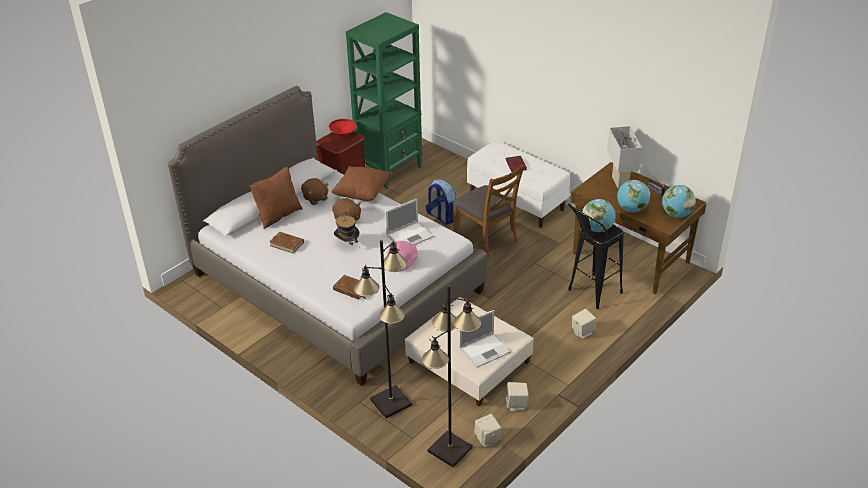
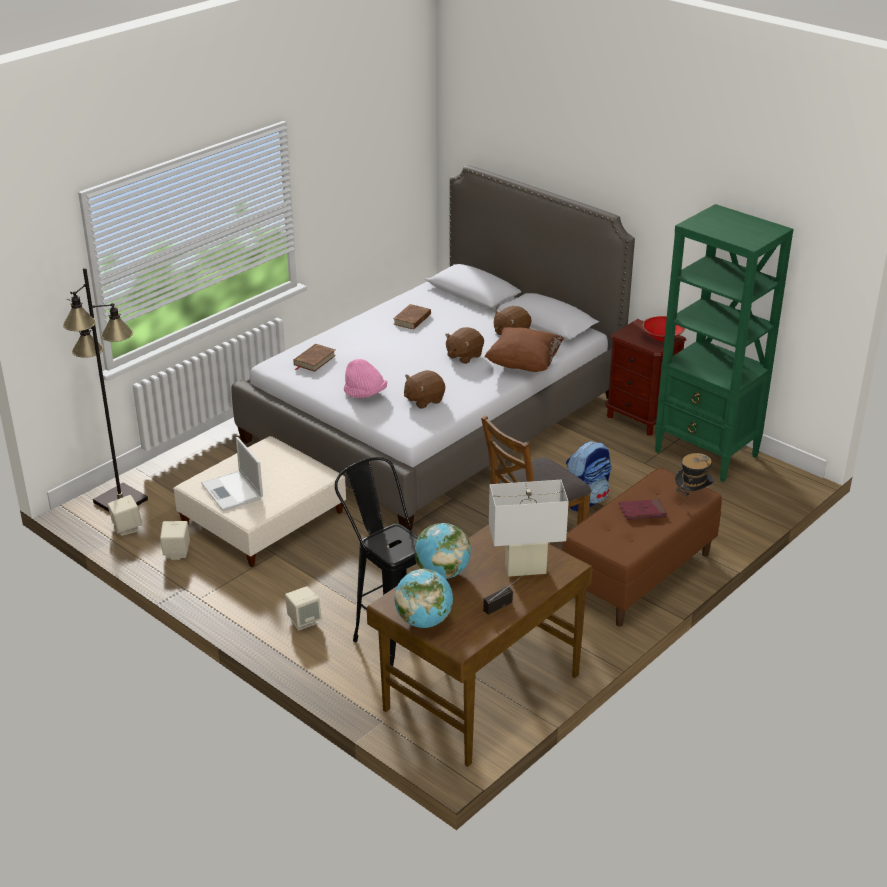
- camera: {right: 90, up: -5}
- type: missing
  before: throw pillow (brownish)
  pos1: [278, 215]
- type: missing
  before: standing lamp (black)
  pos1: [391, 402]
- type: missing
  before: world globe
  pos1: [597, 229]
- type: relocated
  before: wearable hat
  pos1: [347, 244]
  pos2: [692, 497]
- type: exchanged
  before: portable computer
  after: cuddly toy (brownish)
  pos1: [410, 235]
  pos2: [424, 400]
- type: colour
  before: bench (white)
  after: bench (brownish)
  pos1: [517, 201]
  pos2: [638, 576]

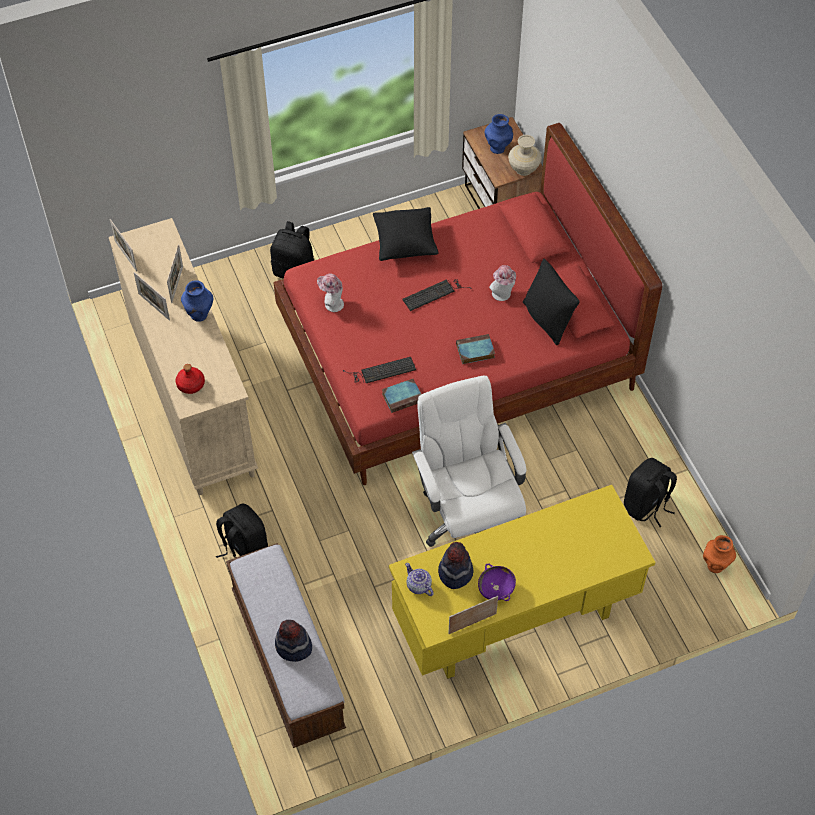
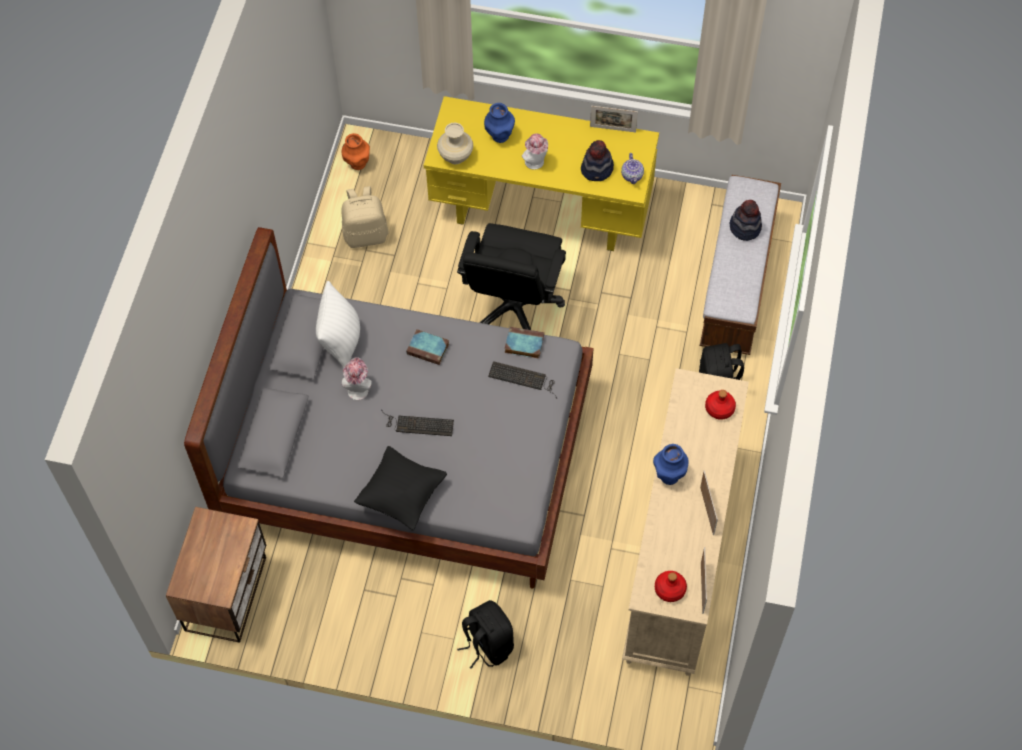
- camera: {right: -145, up: 5}
- type: missing
  before: photo frame
  pos1: [177, 284]
- type: missing
  before: bowl (purplish)
  pos1: [496, 589]
- type: appeared
  after: beverage bottle (red)
  pos2: [670, 589]
- type: relocated
  before: wearable hat
  pos1: [331, 303]
  pos2: [536, 163]
- type: relocated
  before: flower vase (blue-coloured)
  pos1: [498, 148]
  pos2: [499, 136]
- type: relocated
  before: flower vase (sand-coloured)
  pos1: [523, 169]
  pos2: [456, 157]
- type: colour
  before: sleeping bed (red)
  after: sleeping bed (greyish)
  pos1: [456, 357]
  pos2: [407, 453]
- type: colour
  before: office chair (white)
  after: office chair (black)
  pos1: [467, 516]
  pos2: [514, 308]
- type: colour
  before: throw pillow (black)
  after: throw pillow (white)
  pos1: [547, 320]
  pos2: [341, 341]
- type: colour
  before: knapsack (black)
  after: knapsack (sand-coloured)
  pos1: [646, 505]
  pos2: [366, 234]

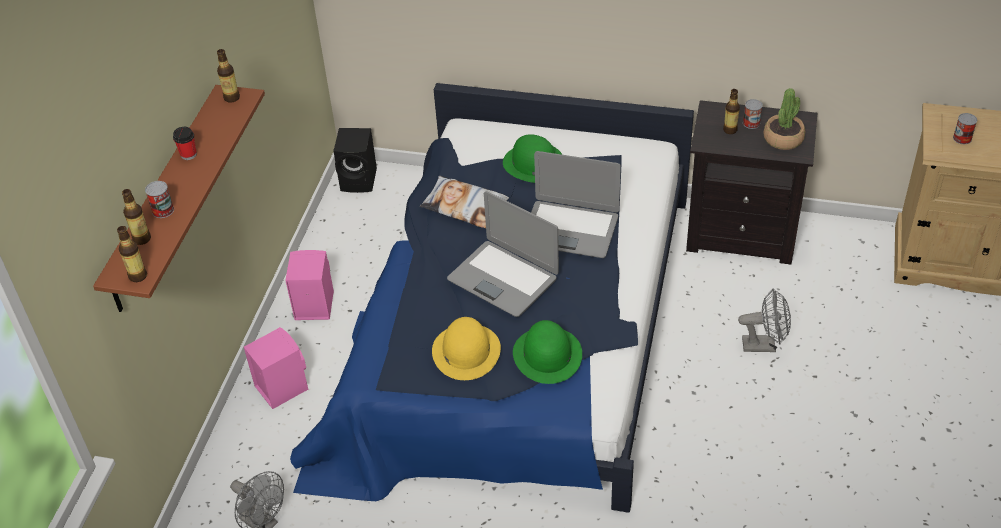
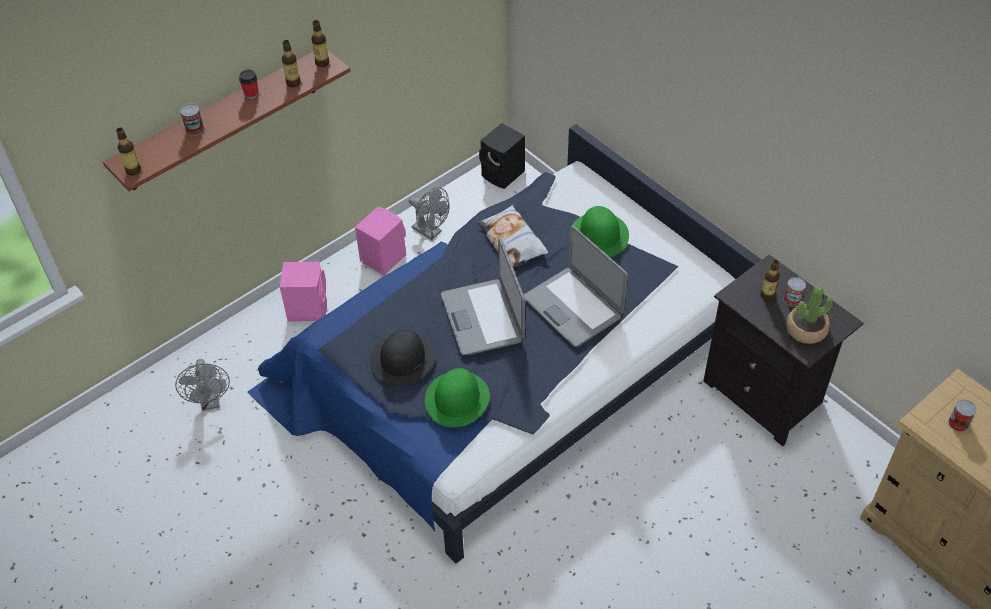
- camera: {right: 35, up: 5}
- type: relocated
  before: beverage bottle
  pos1: [142, 239]
  pos2: [293, 83]
- type: relocated
  before: cooling fan (greyish)
  pos1: [764, 345]
  pos2: [430, 232]
- type: colour
  before: wearable hat (yellow)
  after: wearable hat (black)
  pos1: [466, 351]
  pos2: [403, 359]

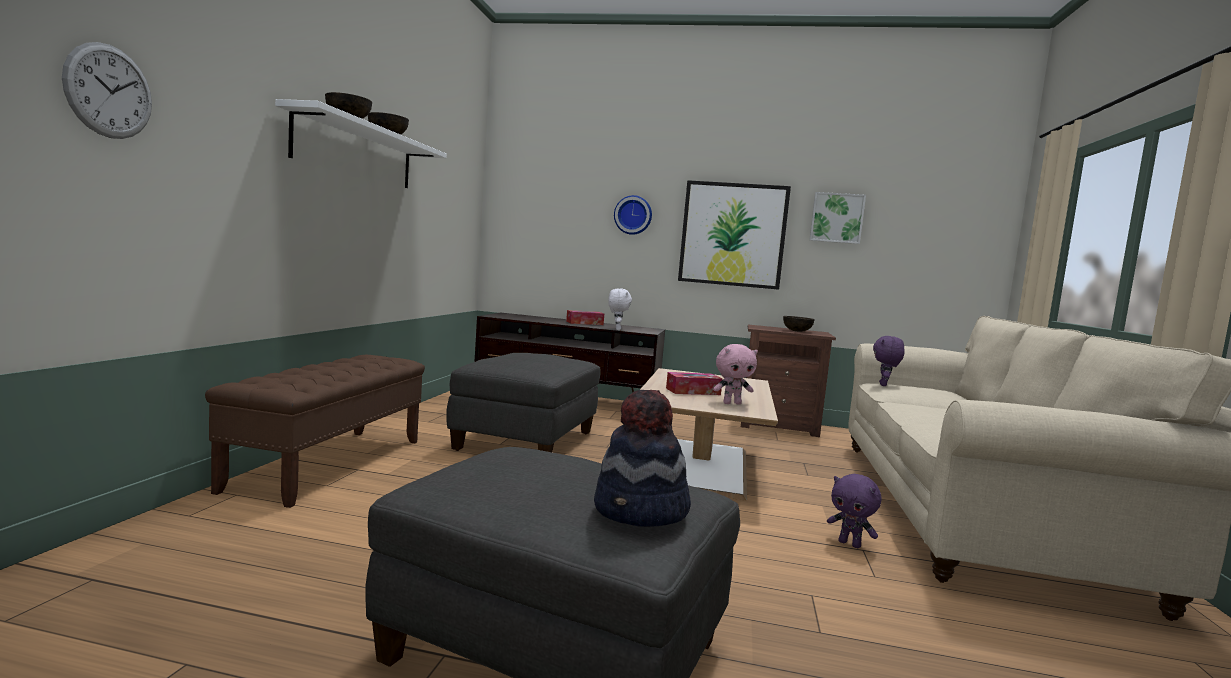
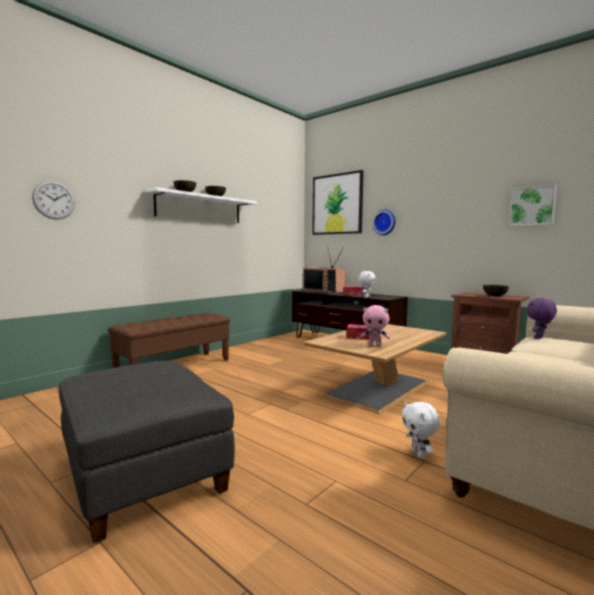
- camera: {right: 30, up: 0}
- type: missing
  before: footrest (greyish)
  pos1: [526, 441]
- type: missing
  before: wearable hat
  pos1: [641, 511]
- type: appeared
  after: TV
  pos2: [324, 290]
- type: relocated
  before: wall art
  pos1: [733, 234]
  pos2: [337, 204]
- type: colour
  before: cuddly toy (purplish)
  after: cuddly toy (white)
  pos1: [850, 544]
  pos2: [419, 455]

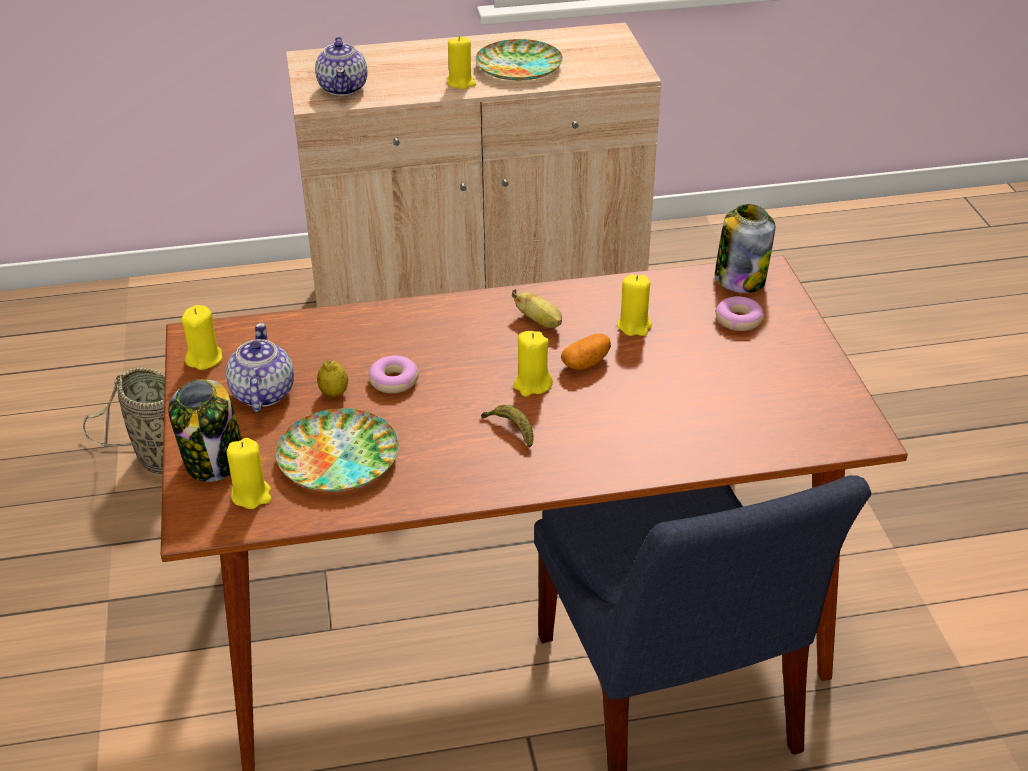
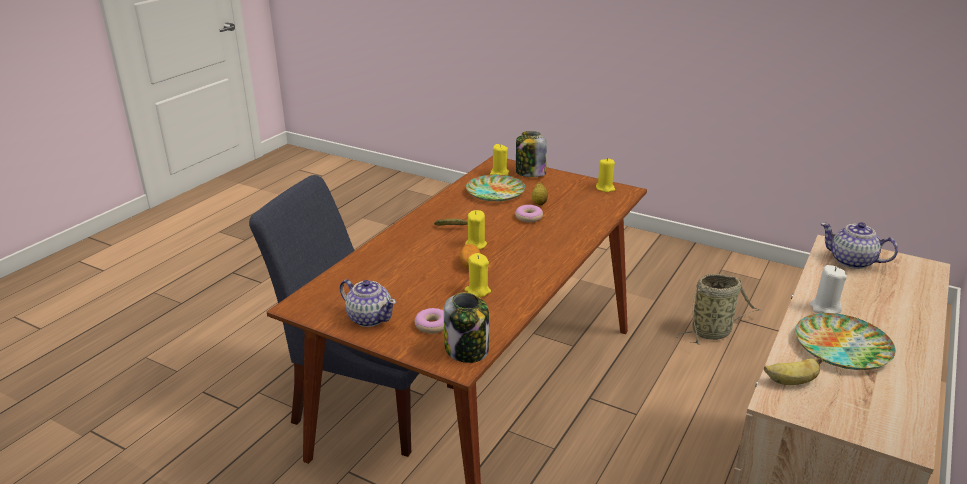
- camera: {right: 130, up: -10}
- type: relocated
  before: teapot
  pos1: [262, 394]
  pos2: [369, 318]
- type: relocated
  before: banana
  pos1: [540, 322]
  pos2: [791, 382]
- type: colour
  before: candle (yellow)
  after: candle (white)
  pos1: [461, 83]
  pos2: [825, 308]

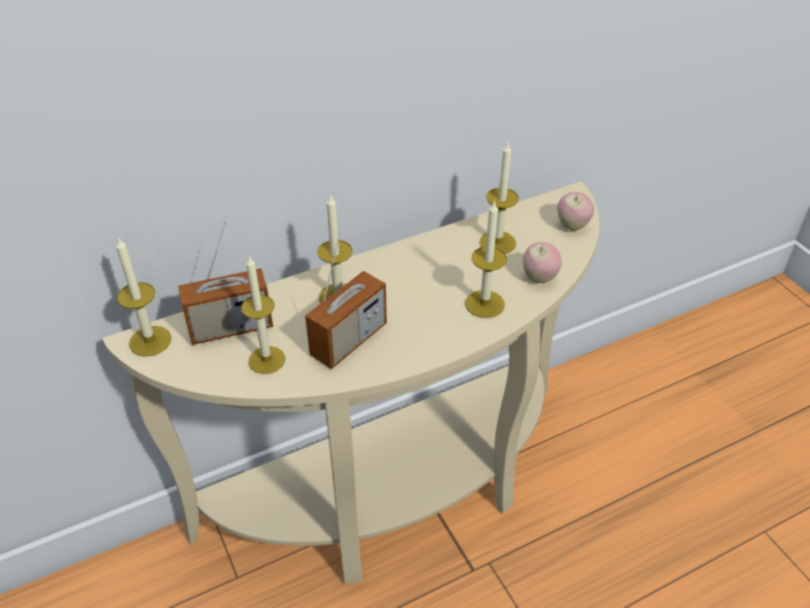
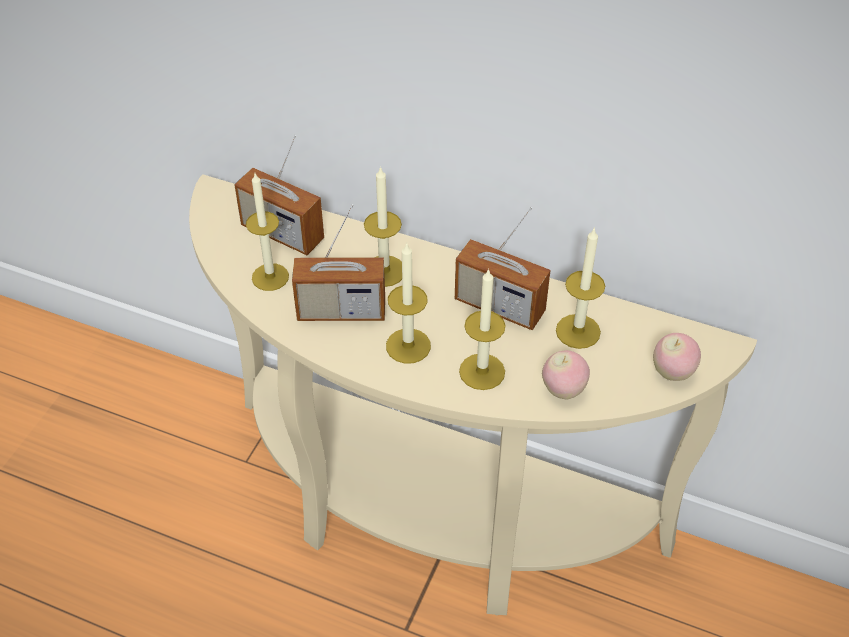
- camera: {right: 50, up: 5}
- type: appeared
  after: radio receiver
  pos2: [499, 306]
- type: relocated
  before: candle
  pos1: [150, 341]
  pos2: [408, 346]

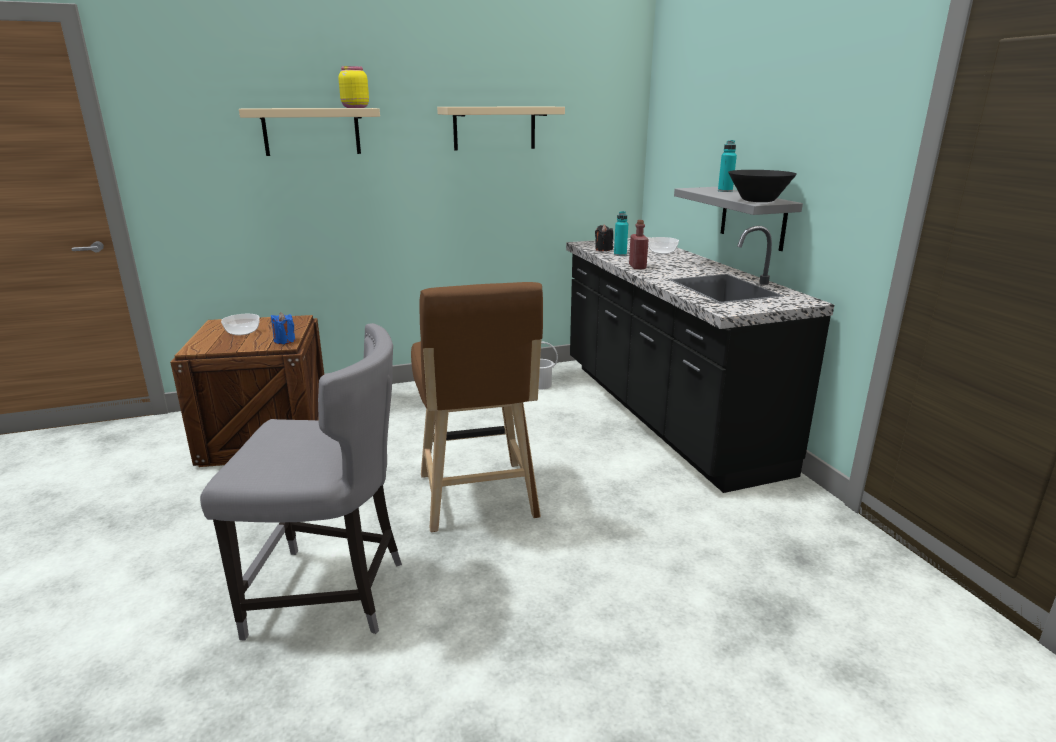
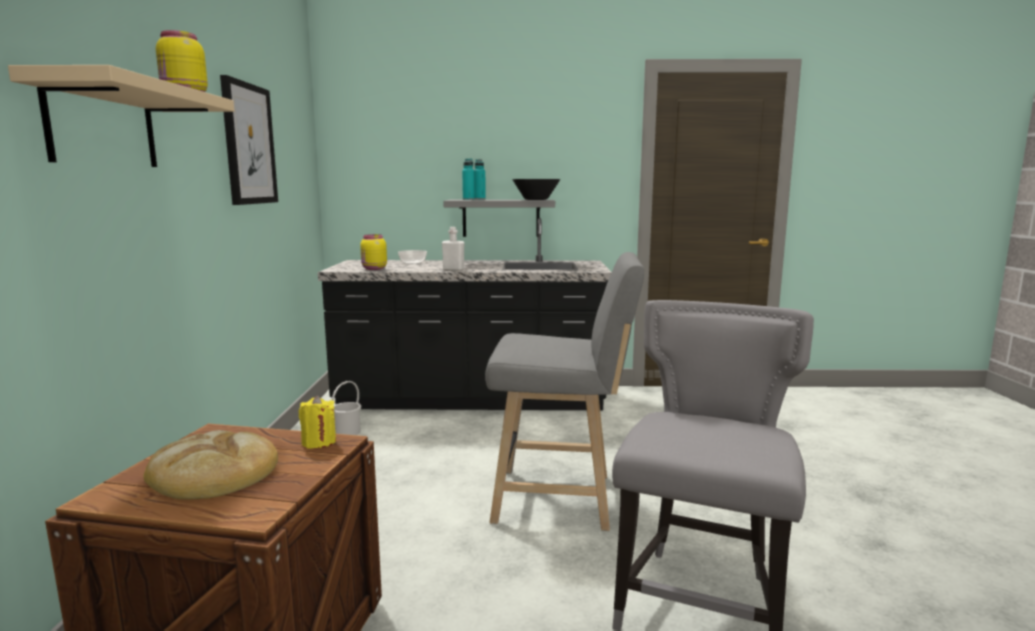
- camera: {right: -70, up: -10}
- type: relocated
  before: beverage bottle (blue-green)
  pos1: [620, 254]
  pos2: [468, 199]
- type: exchanged
  before: bowl
  after: bread
  pos1: [242, 332]
  pos2: [214, 473]
- type: exchanged
  before: shelf (sand-coloured)
  after: wall art
  pos1: [494, 128]
  pos2: [249, 144]
- type: exchanged
  before: candle (black)
  after: jar (yellow)
  pos1: [603, 249]
  pos2: [373, 269]
- type: colour
  before: candle (blue-coloured)
  after: candle (yellow)
  pos1: [284, 341]
  pos2: [319, 442]
- type: colour
  before: sitting stool (brownish)
  after: sitting stool (greyish)
  pos1: [478, 500]
  pos2: [561, 499]
- type: colour
  before: beverage bottle (red)
  after: beverage bottle (white)
  pos1: [637, 267]
  pos2: [453, 269]

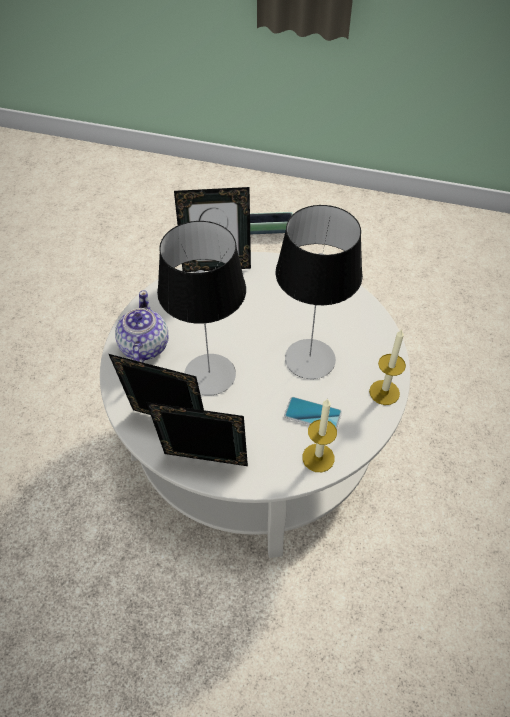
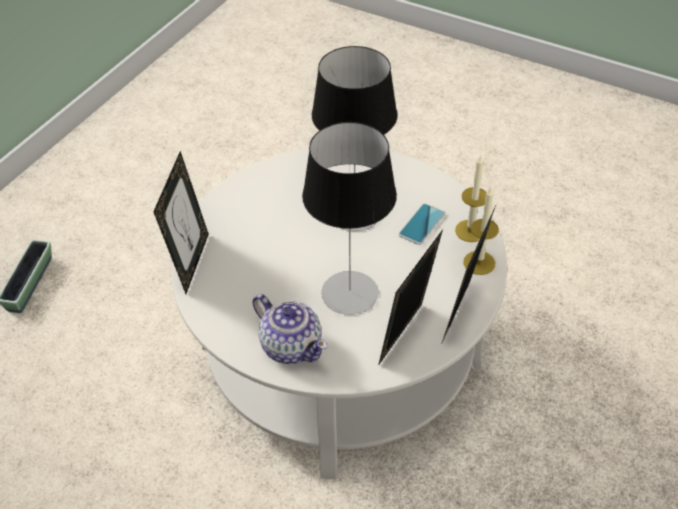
- camera: {right: -75, up: -5}
- type: relocated
  before: candle
  pos1: [384, 392]
  pos2: [479, 263]
- type: spun
  before: teapot
  pos1: [143, 347]
  pos2: [291, 346]
  turn: -150

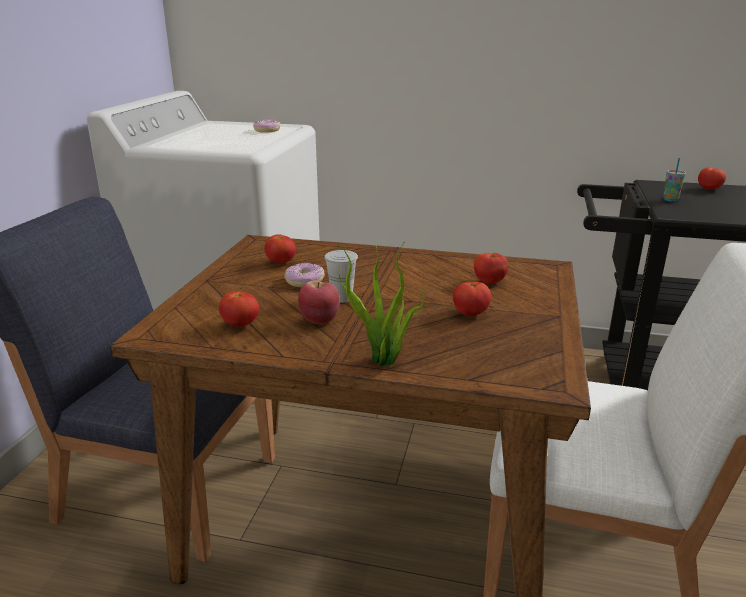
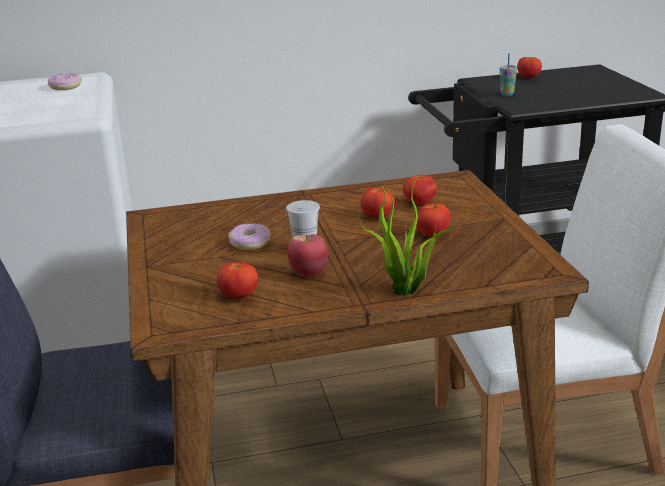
- camera: {right: -25, up: 0}
- type: relocated
  before: fresh tomato
  pos1: [281, 262]
  pos2: [378, 217]

